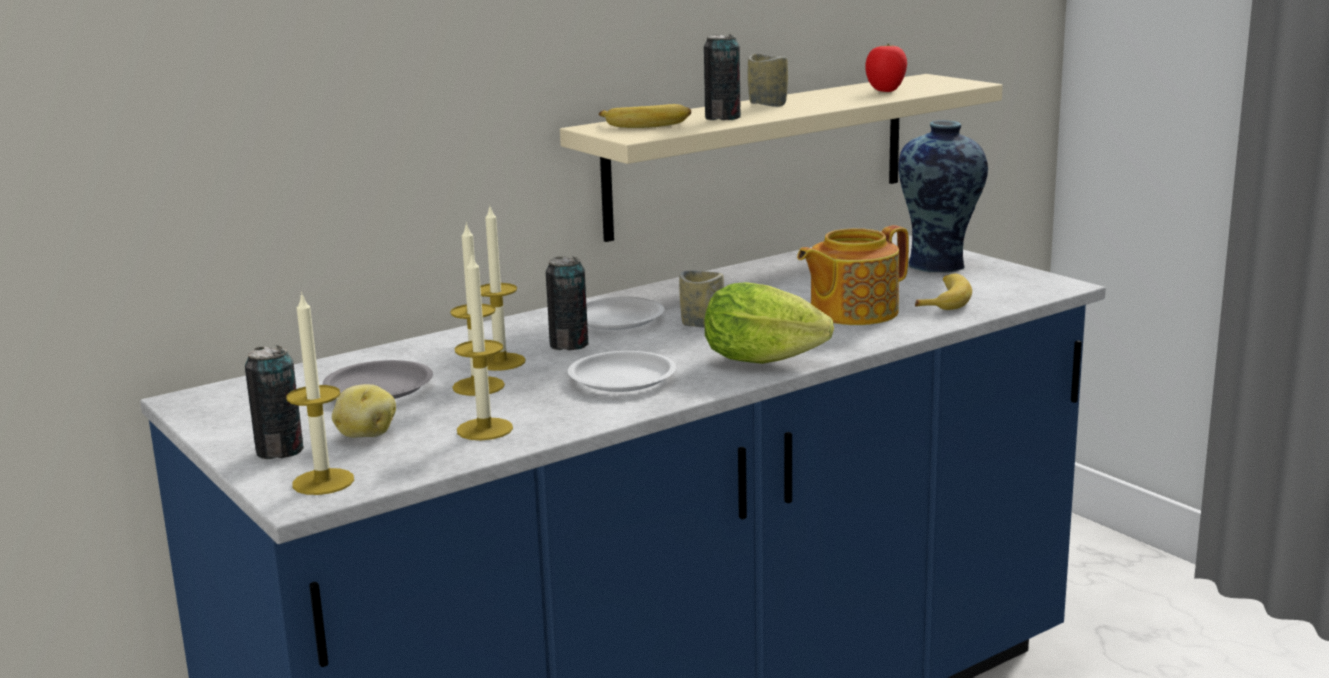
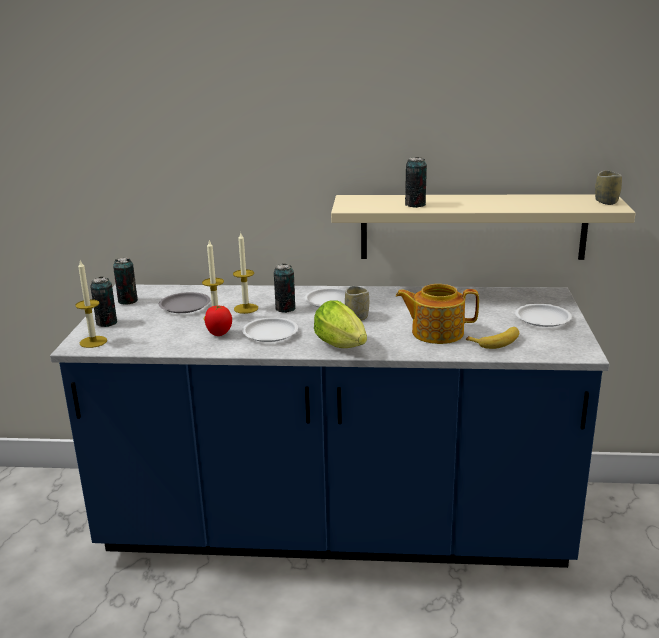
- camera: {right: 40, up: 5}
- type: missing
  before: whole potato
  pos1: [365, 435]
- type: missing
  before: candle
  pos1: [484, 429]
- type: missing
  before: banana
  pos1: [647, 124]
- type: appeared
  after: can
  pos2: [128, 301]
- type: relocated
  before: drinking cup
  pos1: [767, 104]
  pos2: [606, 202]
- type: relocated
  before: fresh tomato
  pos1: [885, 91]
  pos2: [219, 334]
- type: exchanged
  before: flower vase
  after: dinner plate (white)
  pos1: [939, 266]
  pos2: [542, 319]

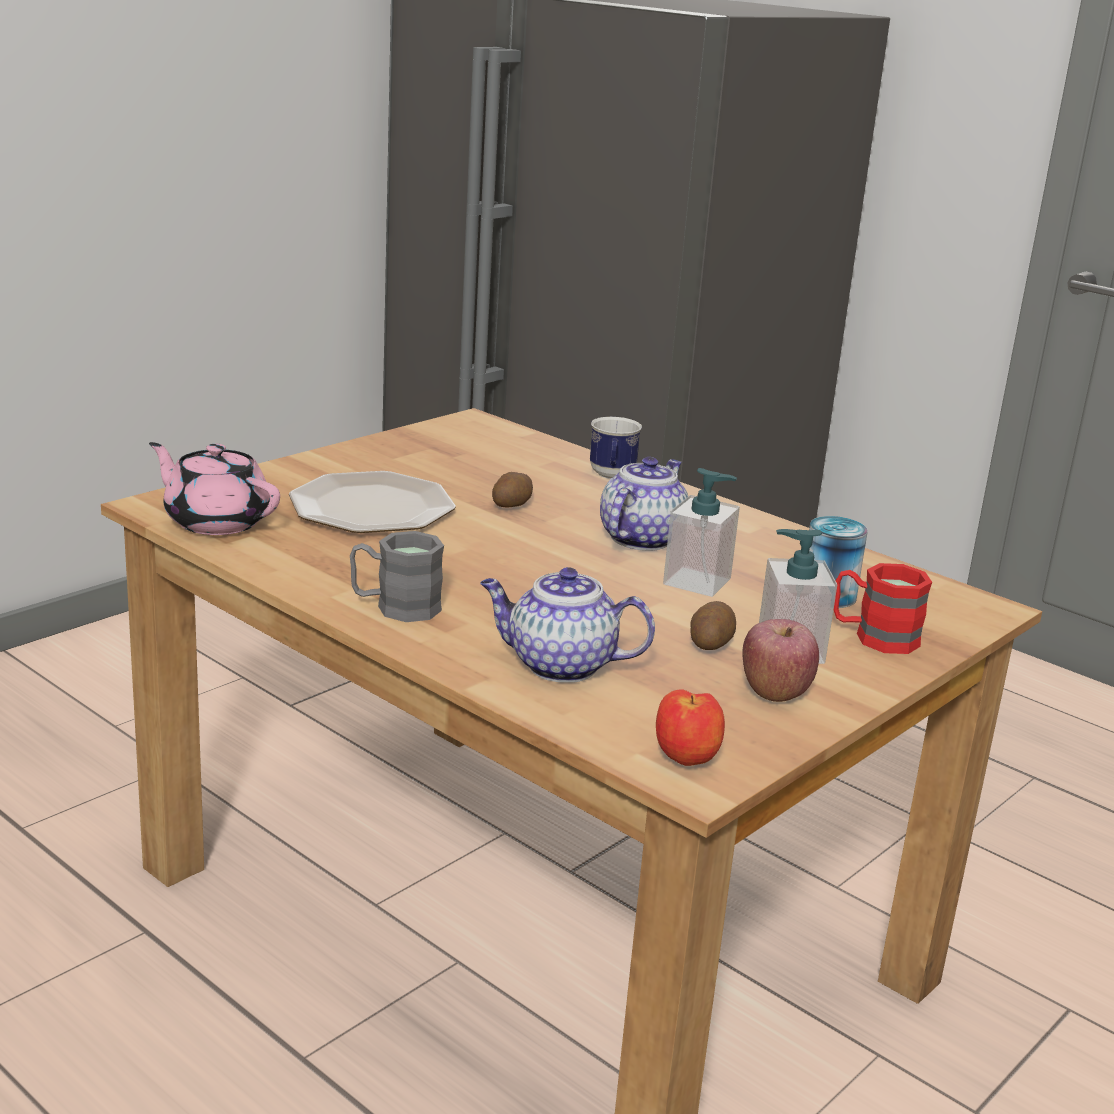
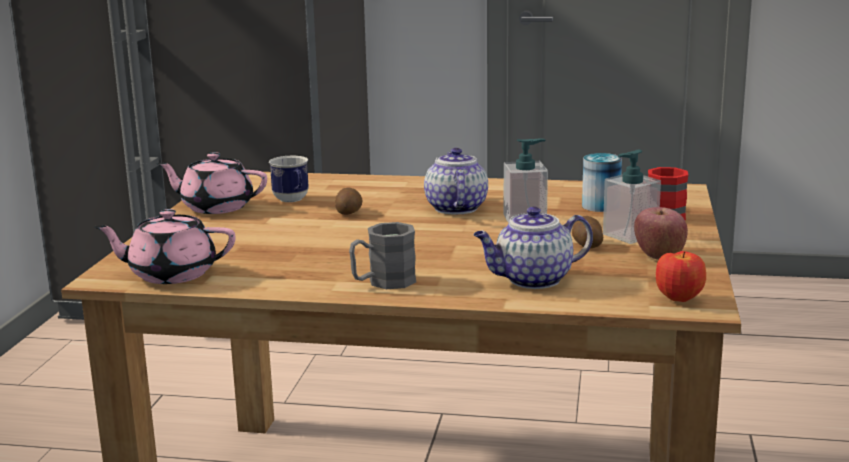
- camera: {right: -30, up: -5}
- type: missing
  before: dinner plate
  pos1: [373, 506]
- type: appeared
  after: teapot (pink-coloured)
  pos2: [216, 207]
- type: relocated
  before: tea mug
  pos1: [611, 476]
  pos2: [293, 200]

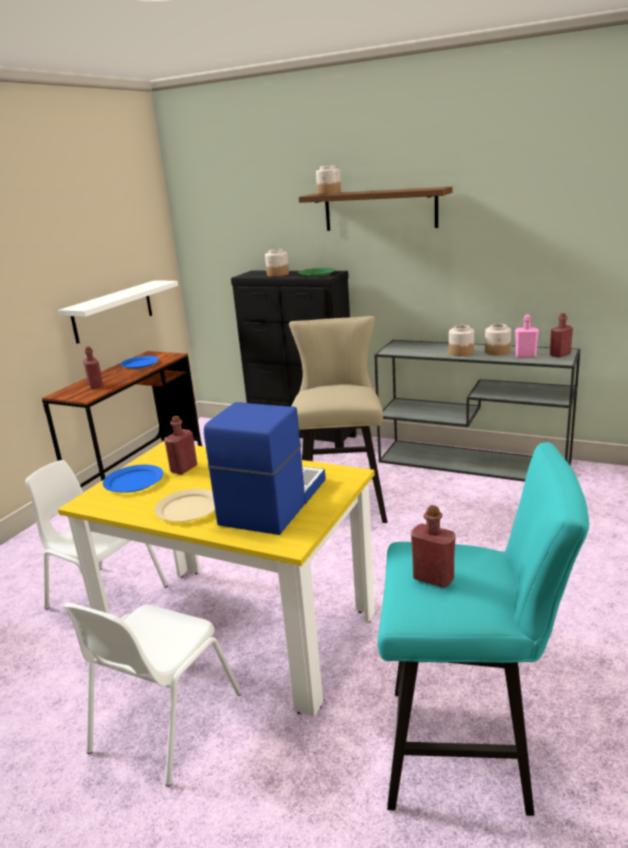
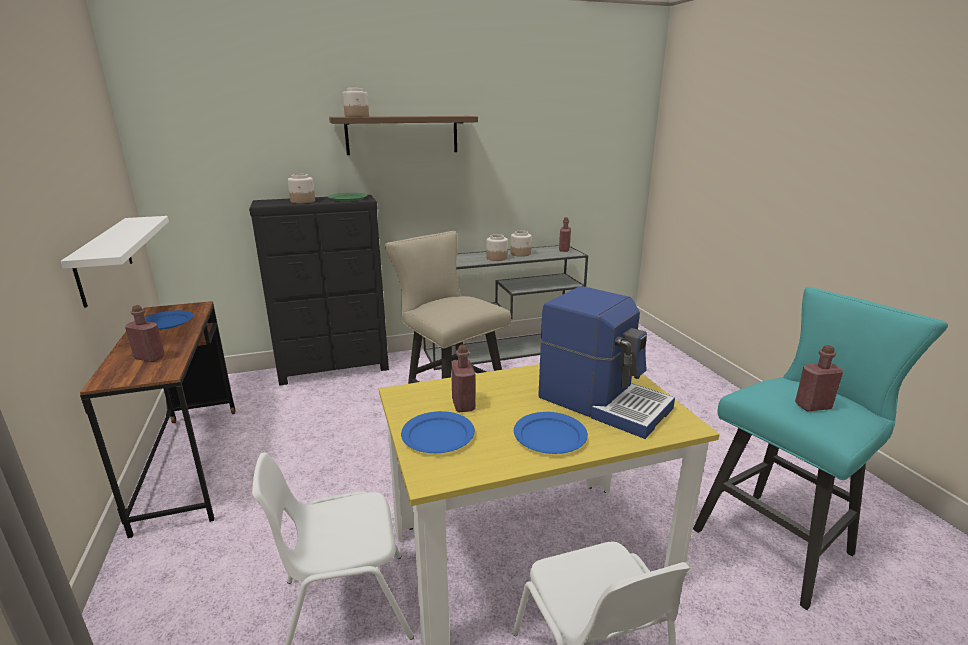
- camera: {right: -45, up: 0}
- type: missing
  before: beverage bottle (pink-coloured)
  pos1: [525, 356]
- type: colour
  before: dinner plate (sand-coloured)
  after: dinner plate (blue-coloured)
  pos1: [188, 508]
  pos2: [550, 436]
- type: spun
  before: coffee brewer
  pos1: [272, 502]
  pos2: [603, 402]
  turn: 150

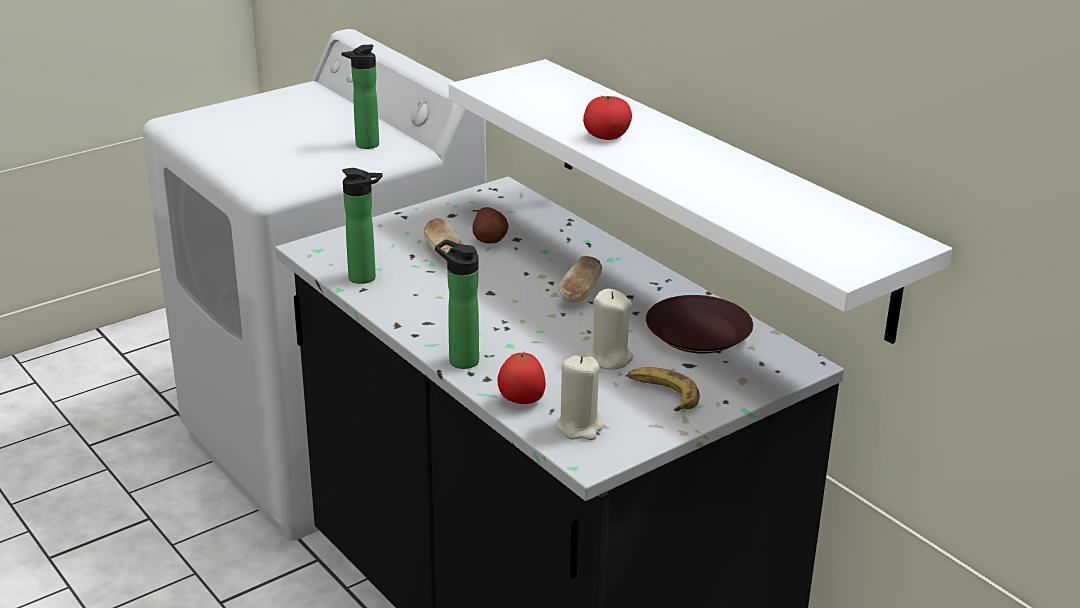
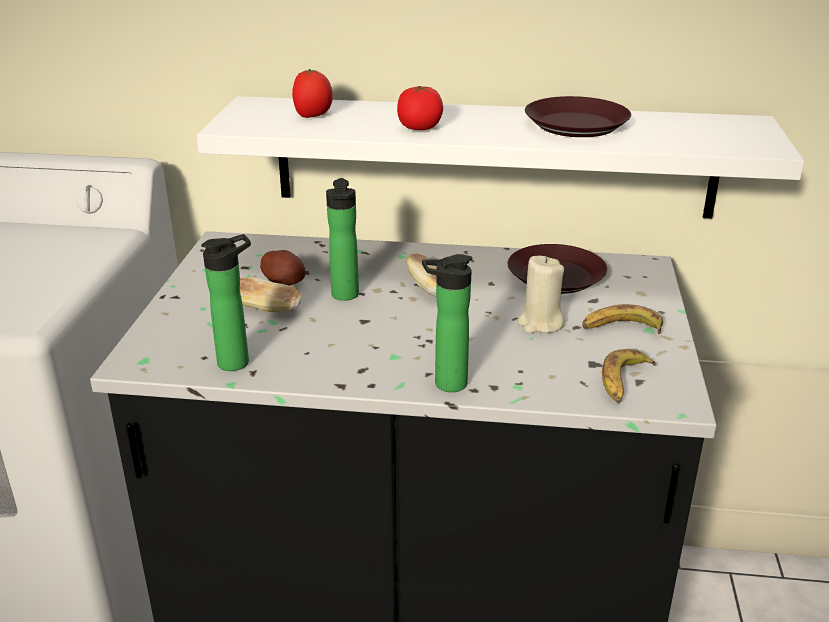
- camera: {right: -45, up: 0}
- type: appeared
  after: dinner plate (brownish)
  pos2: [575, 125]
- type: relocated
  before: beverage bottle
  pos1: [364, 145]
  pos2: [345, 296]
- type: relocated
  before: fresh tomato
  pos1: [521, 401]
  pos2: [313, 116]
- type: exchanged
  before: candle (sand-coloured)
  after: banana
  pos1: [579, 427]
  pos2: [623, 383]

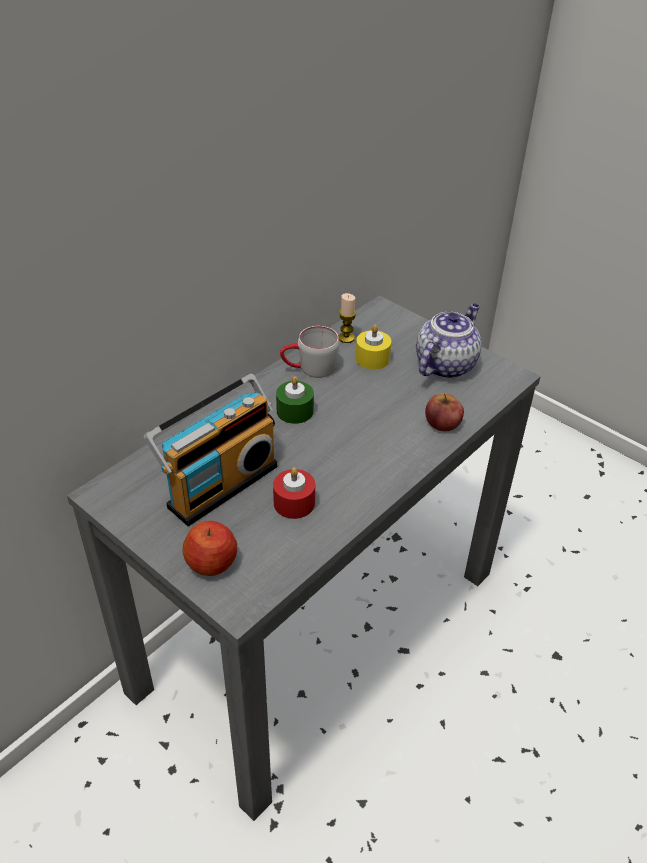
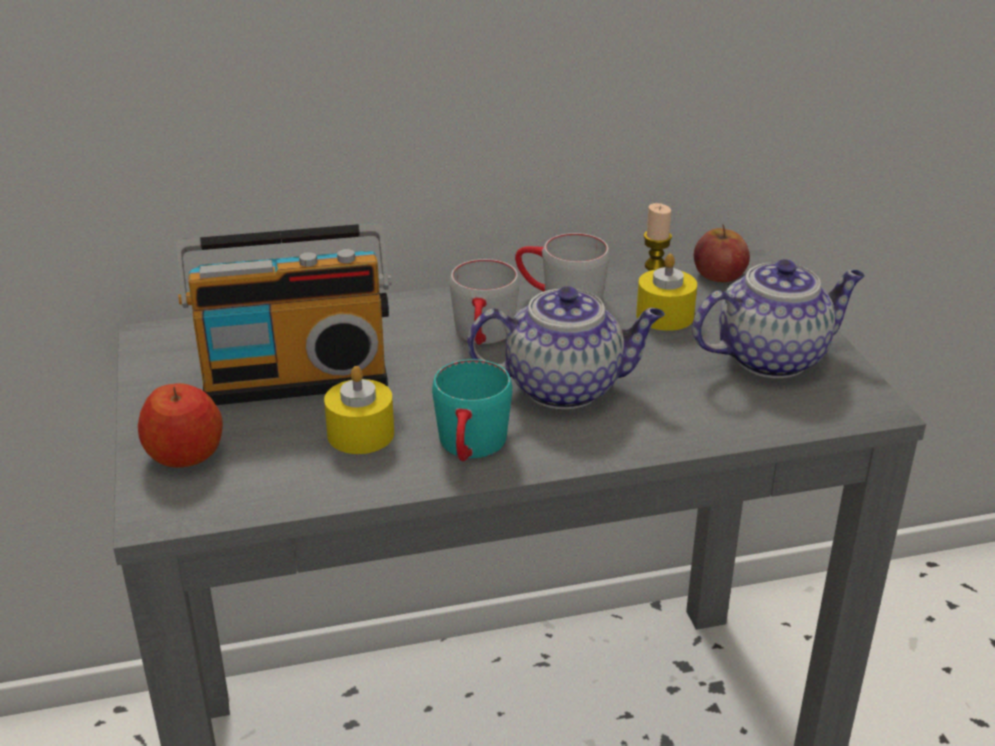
- camera: {right: 35, up: -10}
- type: appeared
  after: tea mug (blue-green)
  pos2: [471, 449]
- type: appeared
  after: teapot
  pos2: [566, 387]
- type: relocated
  before: apple fruit
  pos1: [442, 422]
  pos2: [719, 273]
- type: exchanged
  before: candle (green)
  after: tea mug (greyish)
  pos1: [295, 411]
  pos2: [484, 337]
- type: colour
  before: candle (red)
  after: candle (yellow)
  pos1: [294, 503]
  pos2: [361, 434]

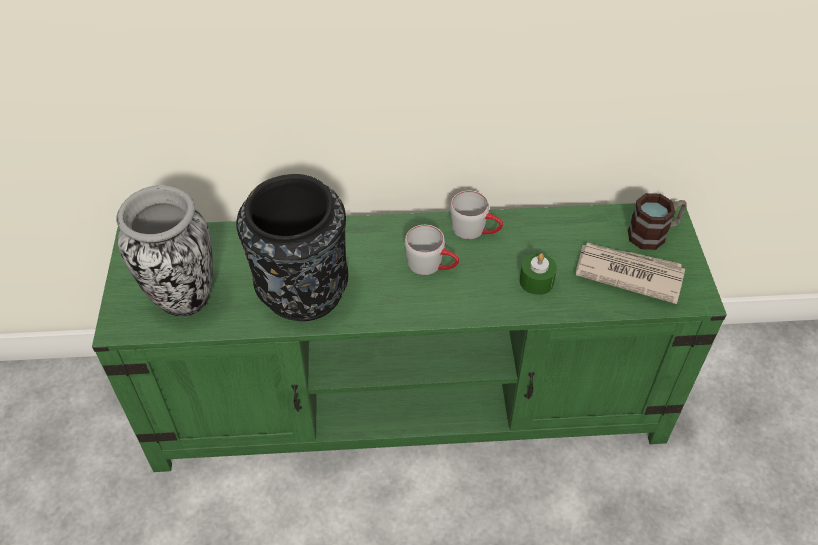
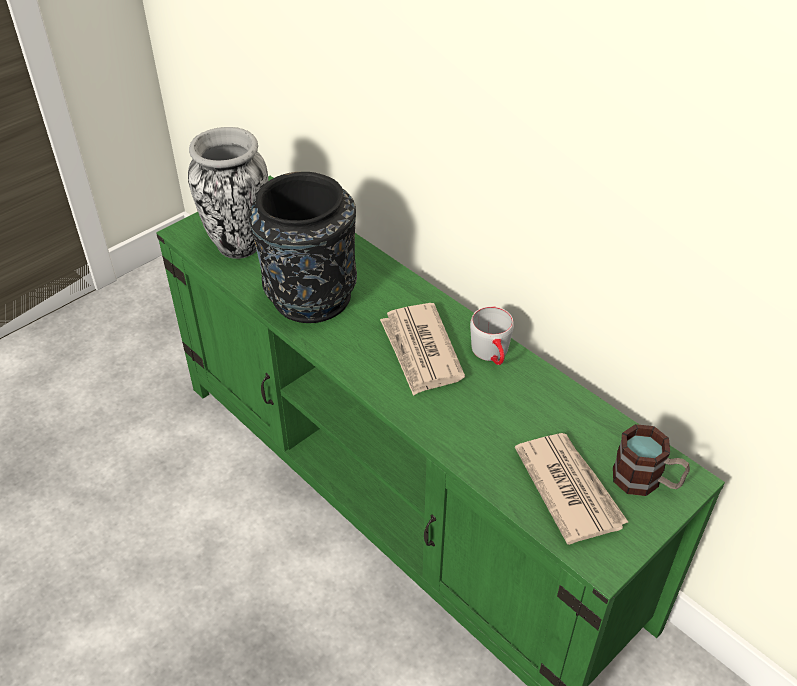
- camera: {right: 50, up: -5}
- type: missing
  before: candle (green)
  pos1: [536, 281]
- type: exchanged
  before: tea mug (greyish)
  after: newspaper
  pos1: [432, 265]
  pos2: [420, 351]

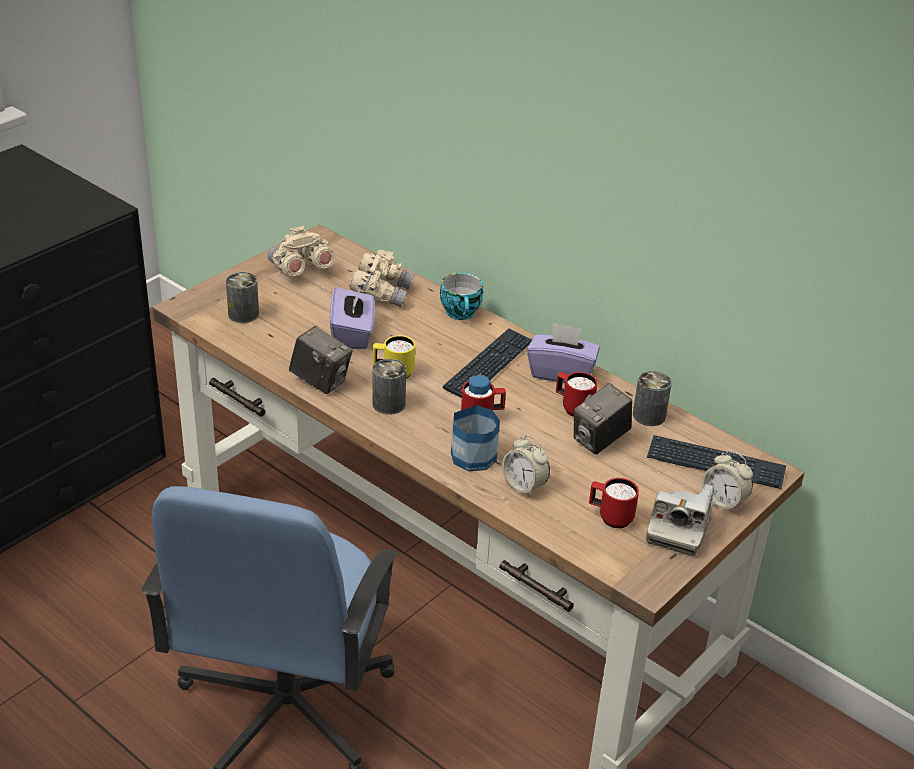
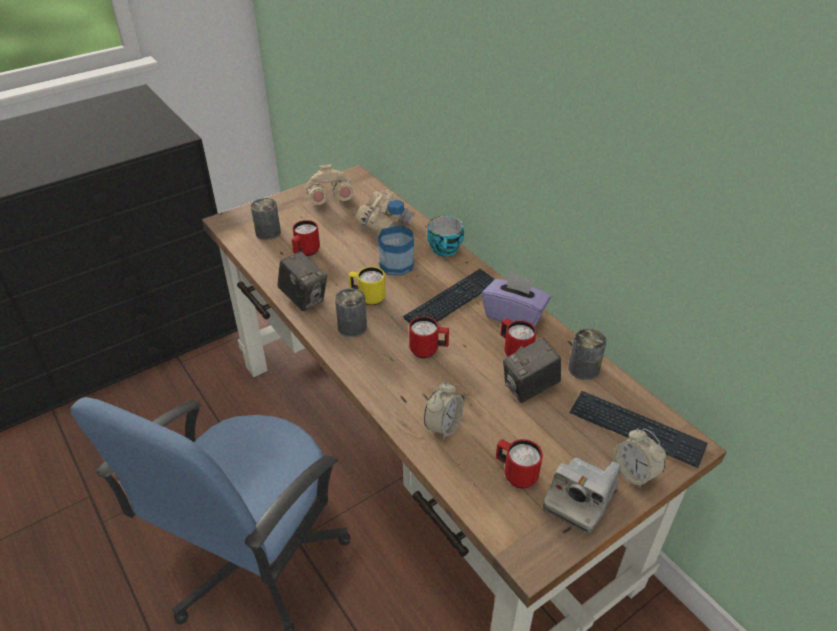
- camera: {right: 15, up: 5}
- type: missing
  before: tissue box (purplish)
  pos1: [352, 335]
- type: appeared
  after: tea mug (red)
  pos2: [305, 253]
- type: relocated
  before: beverage bottle
  pos1: [473, 456]
  pos2: [396, 264]
- type: spun
  before: alarm clock
  pos1: [524, 486]
  pos2: [443, 426]
  turn: -120

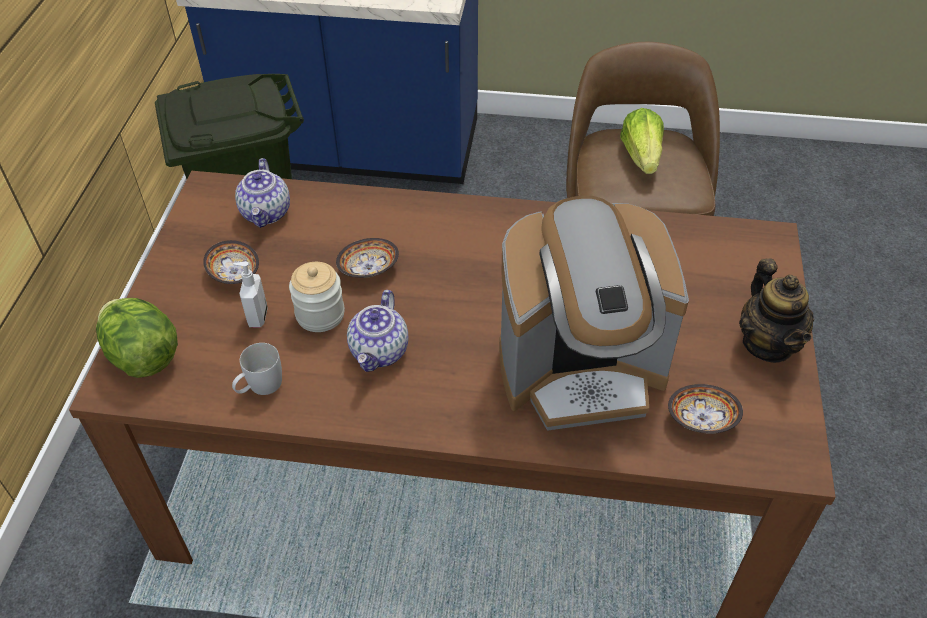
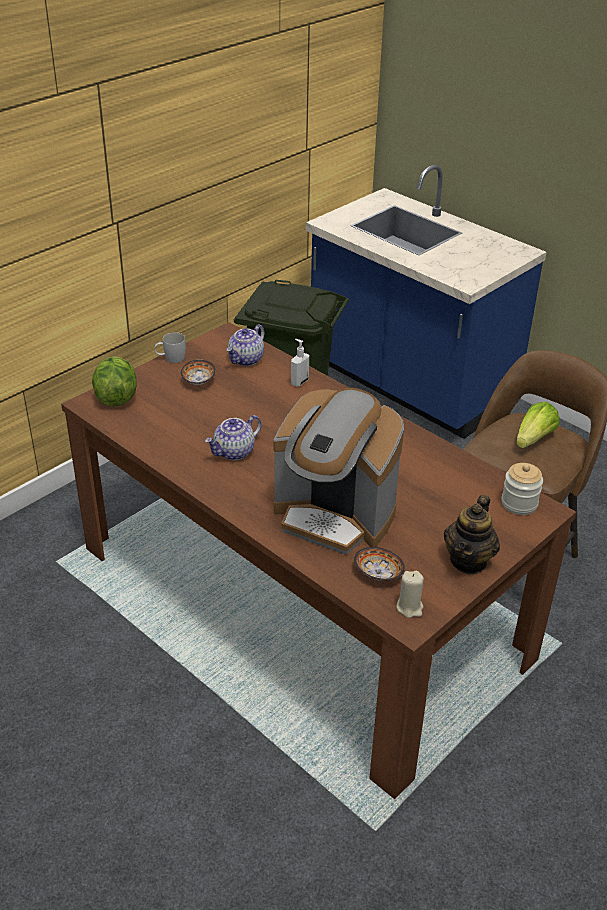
- camera: {right: 35, up: -10}
- type: missing
  before: bowl
  pos1: [367, 269]
- type: appeared
  after: candle (sand-coloured)
  pos2: [409, 607]
- type: relocated
  before: tea mug (white)
  pos1: [259, 387]
  pos2: [170, 358]
- type: relocated
  before: soap dispenser
  pos1: [257, 317]
  pos2: [299, 382]
- type: relocated
  before: jar
  pos1: [320, 314]
  pos2: [519, 503]

